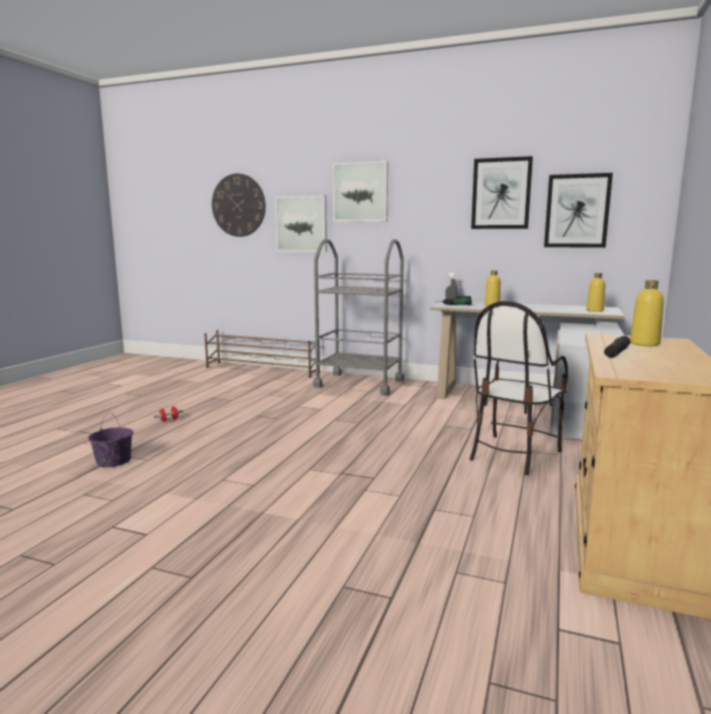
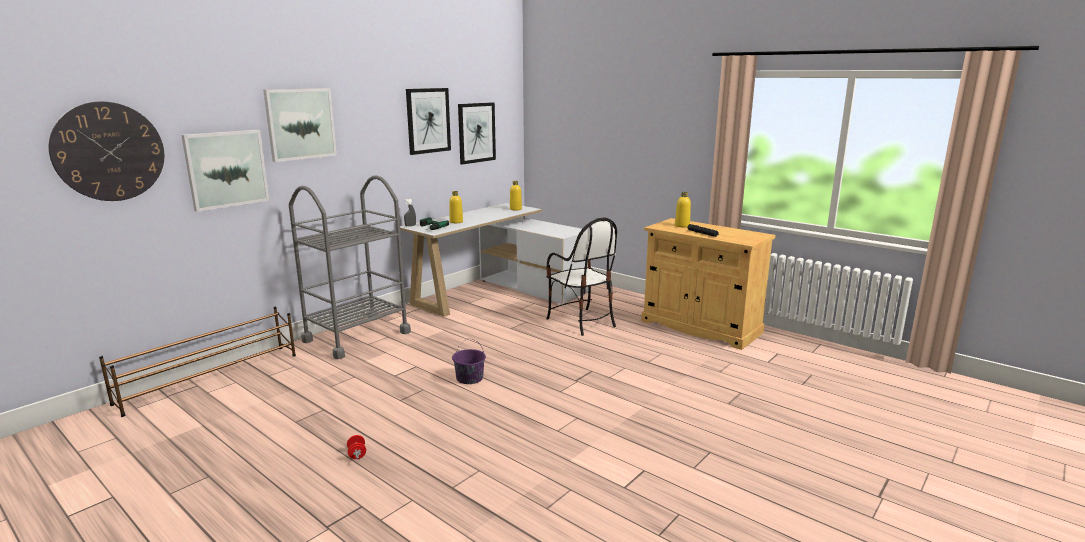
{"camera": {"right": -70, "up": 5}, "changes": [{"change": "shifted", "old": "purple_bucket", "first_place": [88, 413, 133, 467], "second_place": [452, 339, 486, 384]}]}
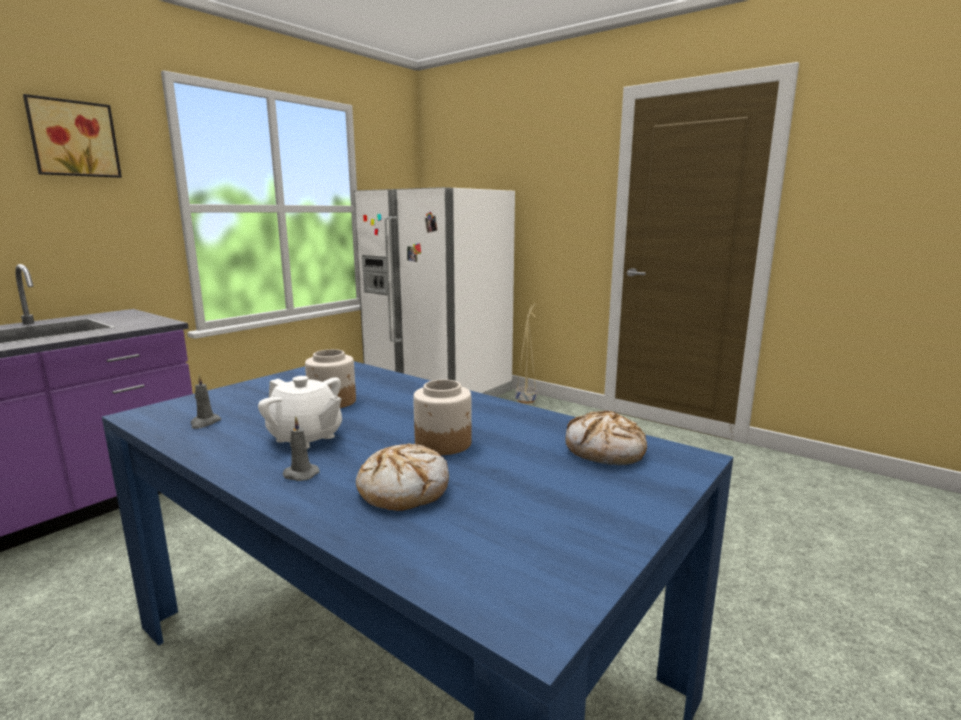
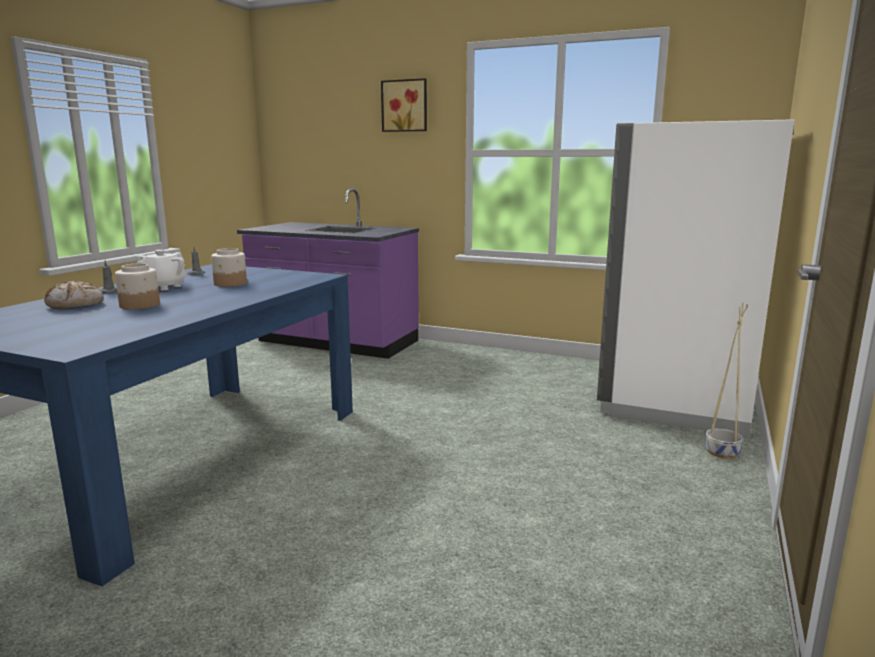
{"camera": {"right": 75, "up": 0}, "changes": [{"change": "gone", "old": "bread", "first_place": [566, 411, 647, 465]}]}
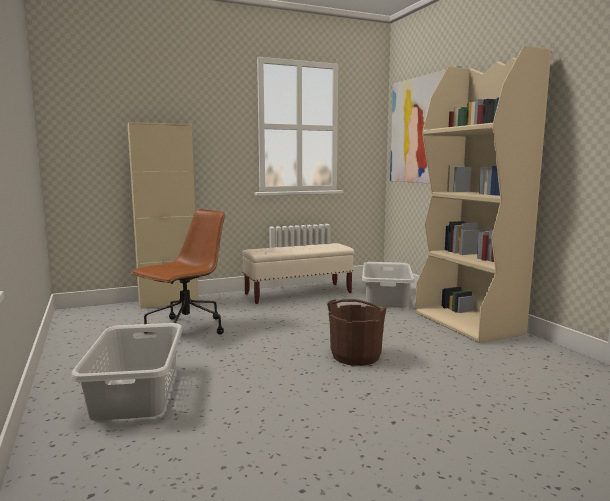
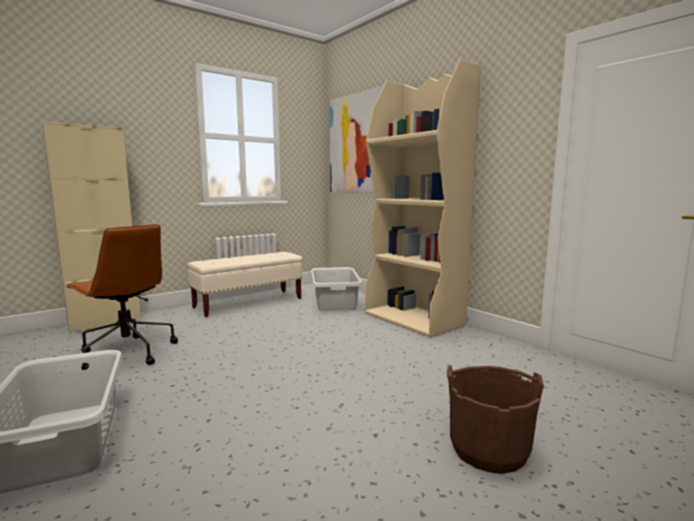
{"camera": {"right": -15, "up": 0}, "changes": [{"change": "rotated", "old": "brown_office_chair", "first_place": [131, 209, 225, 335], "second_place": [65, 224, 178, 370], "degrees": 105}, {"change": "shifted", "old": "brown_bucket", "first_place": [327, 299, 387, 366], "second_place": [447, 365, 544, 474]}]}
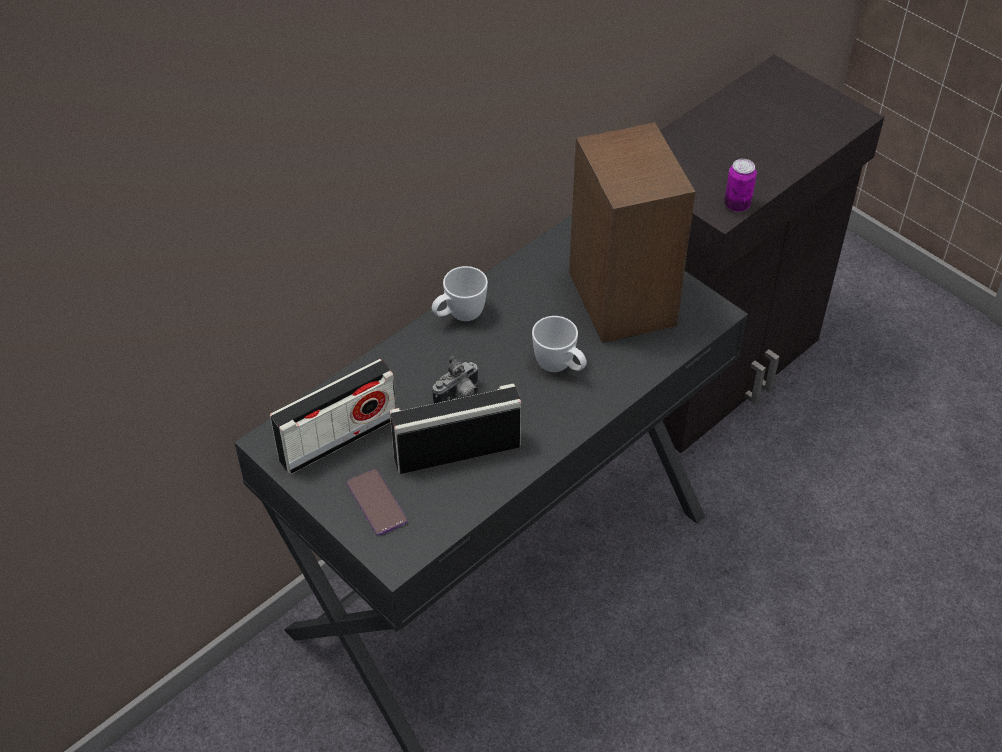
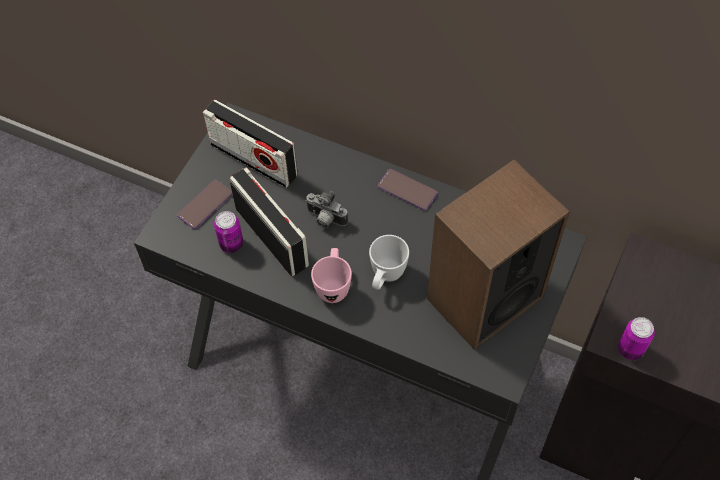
{"camera": {"right": 70, "up": 10}, "changes": [{"change": "swapped", "old": "white_mug", "new": "phone", "first_place": [432, 266, 488, 321], "second_place": [378, 169, 437, 210]}, {"change": "new", "new": "can", "second_place": [214, 211, 243, 253]}, {"change": "new", "new": "pink_mug", "second_place": [311, 248, 352, 303]}]}
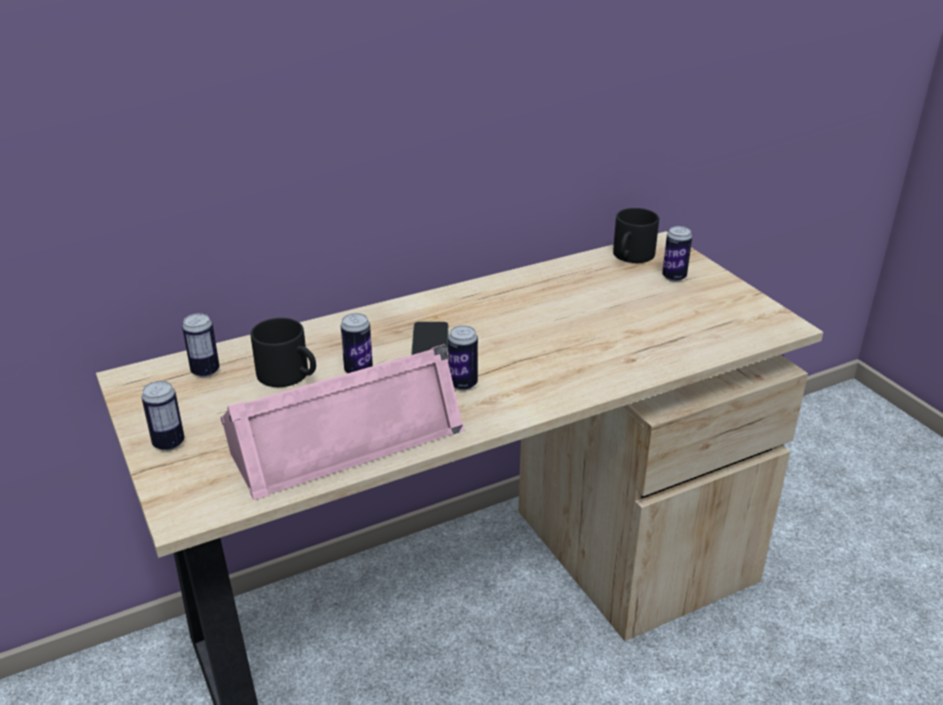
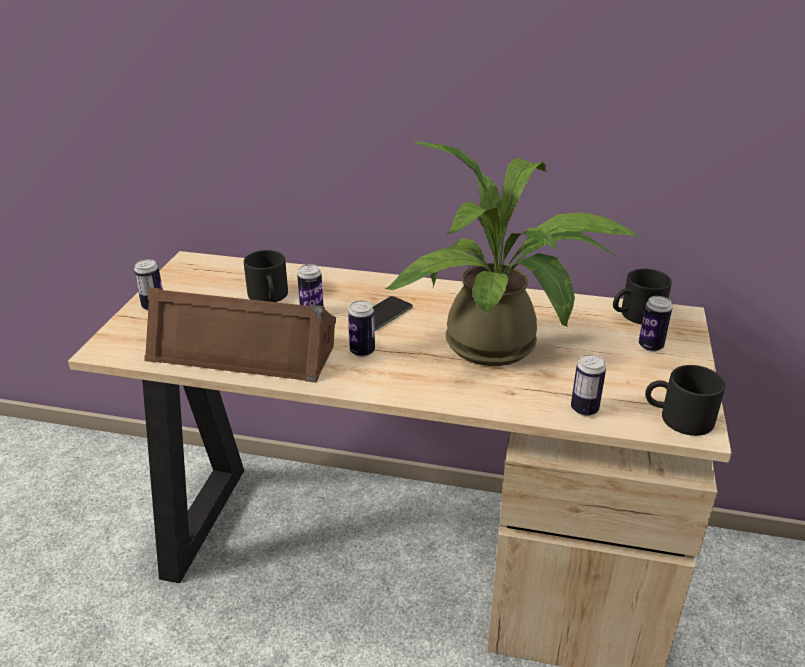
{"camera": {"right": 40, "up": 0}, "changes": [{"change": "shifted", "old": "can", "first_place": [182, 313, 220, 377], "second_place": [571, 354, 606, 416]}, {"change": "repainted", "old": "pink_speaker", "new": "brown_speaker", "first_place": [220, 344, 465, 500], "second_place": [144, 287, 336, 382]}, {"change": "new", "new": "potted_plant", "second_place": [384, 141, 639, 366]}, {"change": "new", "new": "black_mug", "second_place": [645, 365, 725, 436]}]}
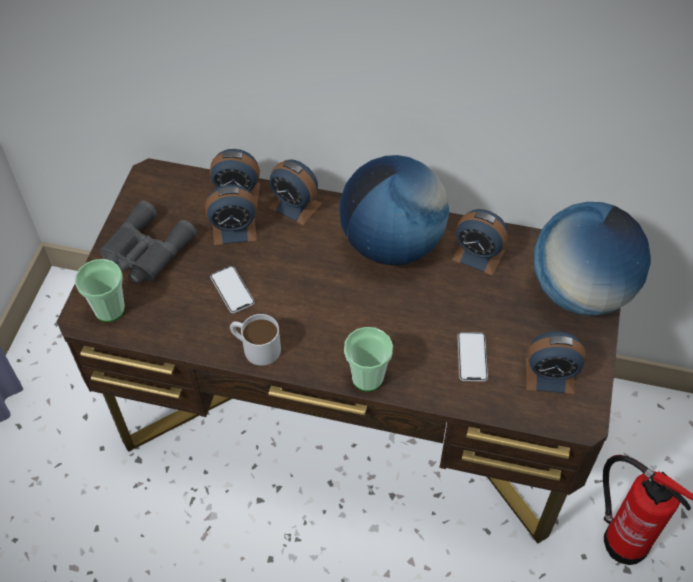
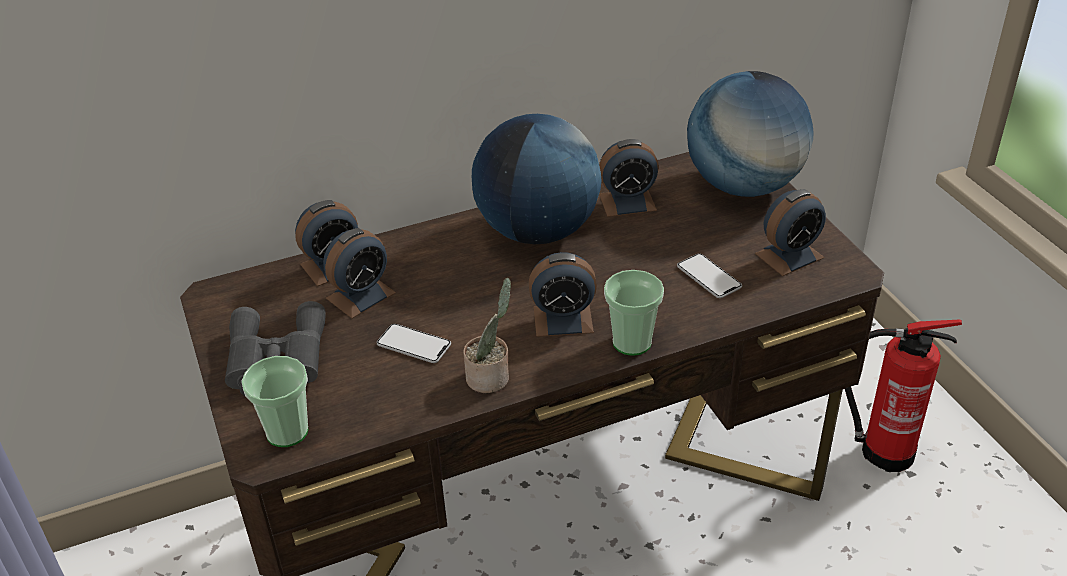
{"camera": {"right": -35, "up": -15}, "changes": [{"change": "shifted", "old": "alarm_clock", "first_place": [269, 159, 322, 226], "second_place": [529, 252, 597, 337]}, {"change": "swapped", "old": "white_mug", "new": "potted_plant", "first_place": [230, 314, 281, 366], "second_place": [463, 278, 511, 393]}]}
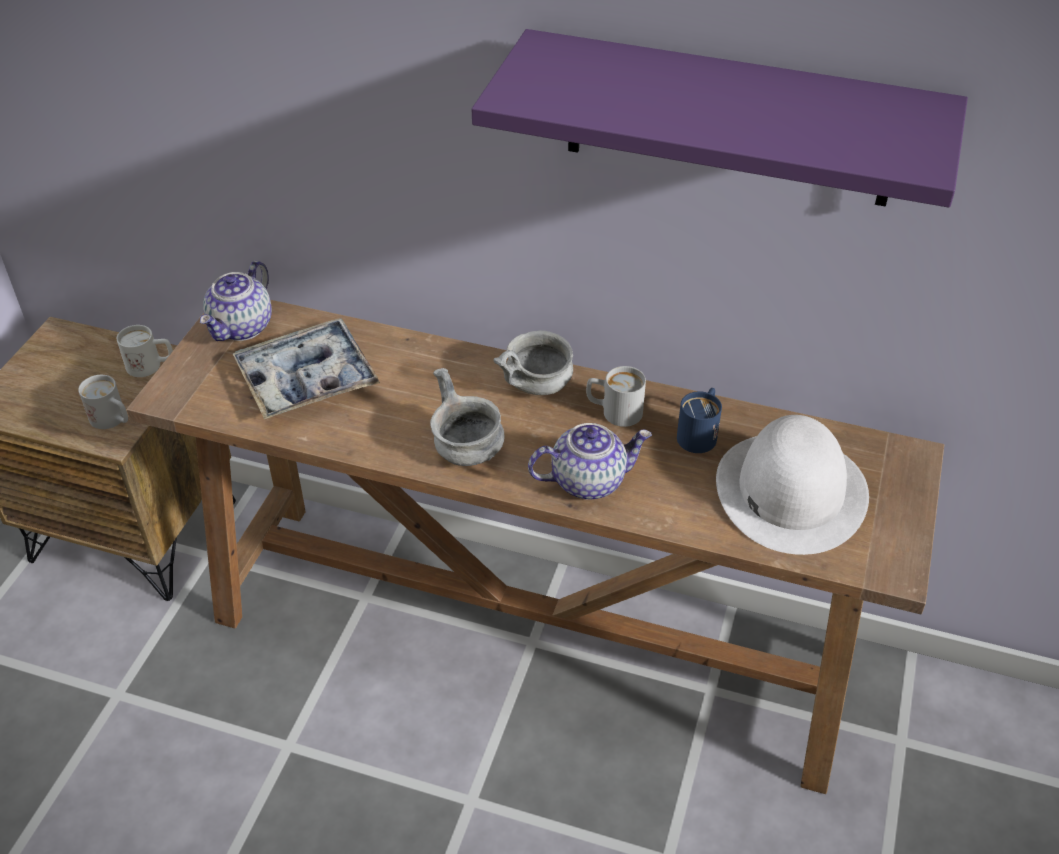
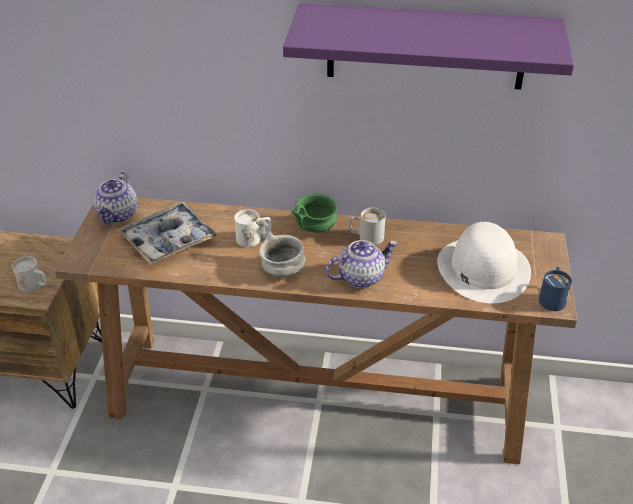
{"camera": {"right": -10, "up": -5}, "changes": [{"change": "shifted", "old": "white_mug", "first_place": [117, 325, 173, 377], "second_place": [234, 209, 271, 247]}, {"change": "repainted", "old": "grey_bowl", "new": "green_bowl", "first_place": [493, 330, 573, 395], "second_place": [291, 193, 337, 233]}, {"change": "shifted", "old": "blue_mug", "first_place": [677, 388, 722, 453], "second_place": [539, 267, 572, 311]}]}
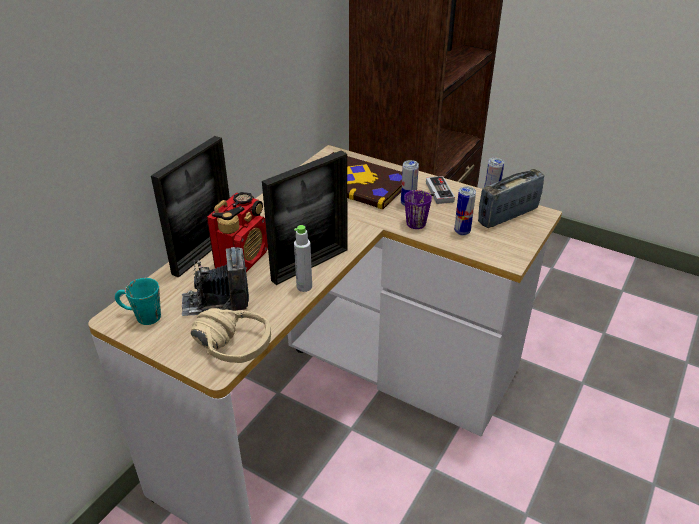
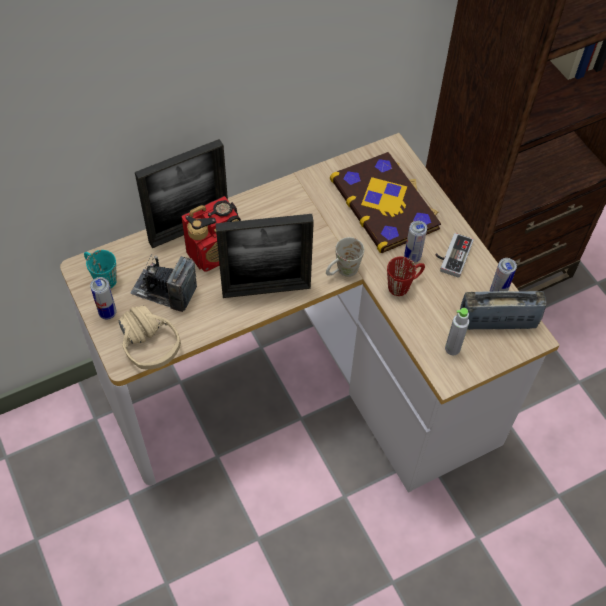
{"camera": {"right": 30, "up": 20}, "changes": [{"change": "shifted", "old": "can", "first_place": [454, 186, 476, 236], "second_place": [90, 277, 116, 320]}, {"change": "repainted", "old": "purple_mug", "new": "red_mug", "first_place": [404, 190, 432, 229], "second_place": [387, 257, 425, 296]}, {"change": "shifted", "old": "grey_bottle", "first_place": [294, 225, 312, 292], "second_place": [445, 308, 469, 356]}, {"change": "new", "new": "white_mug", "second_place": [326, 237, 364, 277]}]}
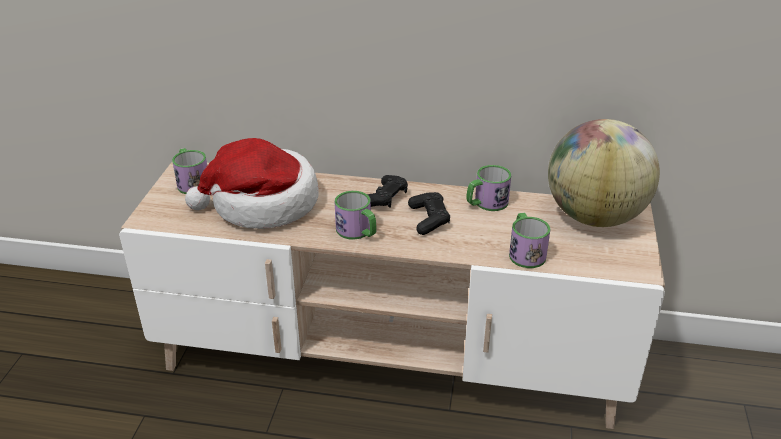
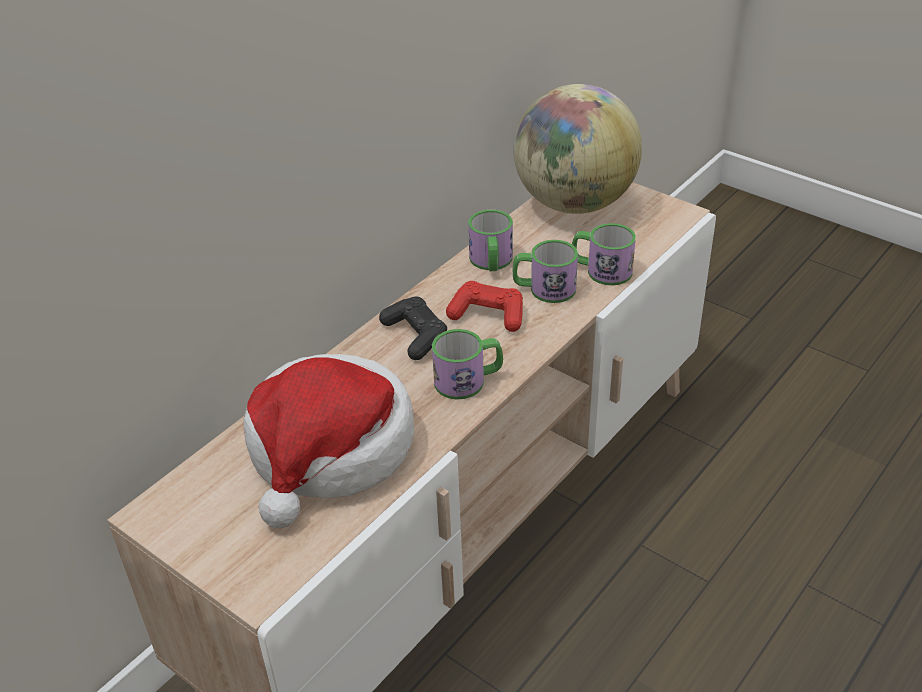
{"camera": {"right": -60, "up": 5}, "changes": [{"change": "shifted", "old": "mug", "first_place": [172, 148, 207, 194], "second_place": [513, 240, 578, 303]}, {"change": "repainted", "old": "black_game_controller", "new": "red_game_controller", "first_place": [408, 192, 450, 235], "second_place": [446, 281, 523, 332]}]}
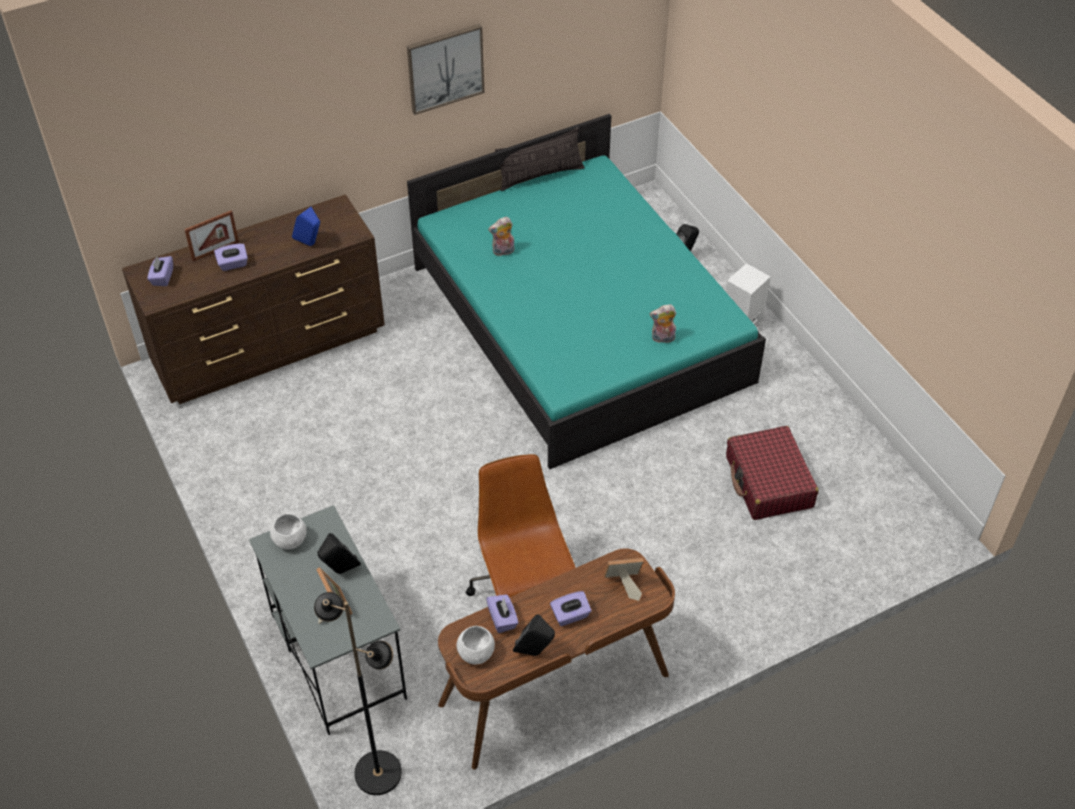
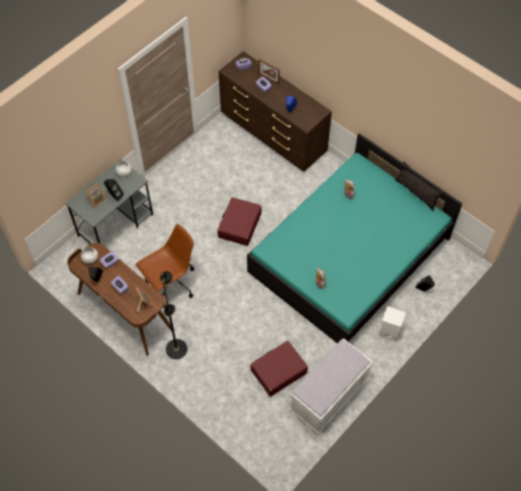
{"camera": {"right": 70, "up": 10}, "changes": [{"change": "gone", "old": "picture", "first_place": [407, 24, 484, 115]}, {"change": "shifted", "old": "black_floor_lamp", "first_place": [314, 592, 402, 795], "second_place": [160, 271, 187, 359]}, {"change": "new", "new": "red_suitcase", "second_place": [217, 197, 262, 246]}, {"change": "new", "new": "white_bench", "second_place": [290, 338, 373, 434]}]}
